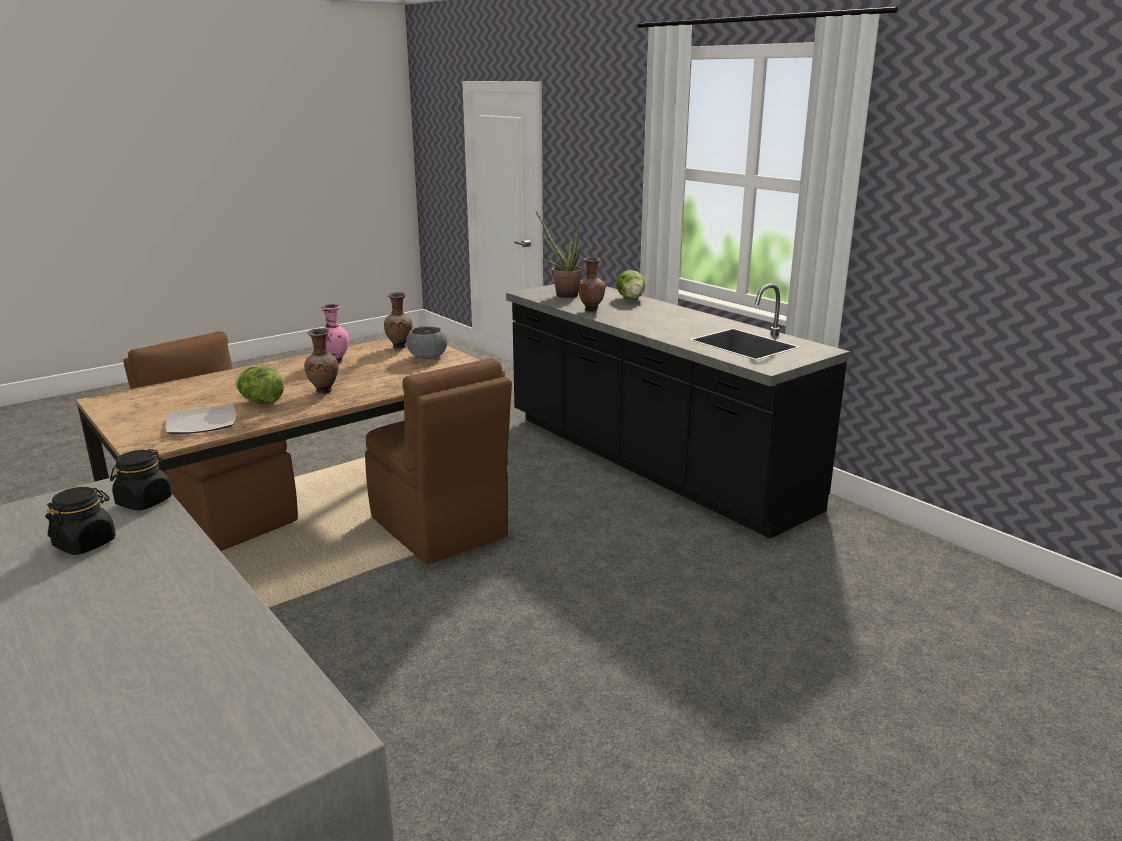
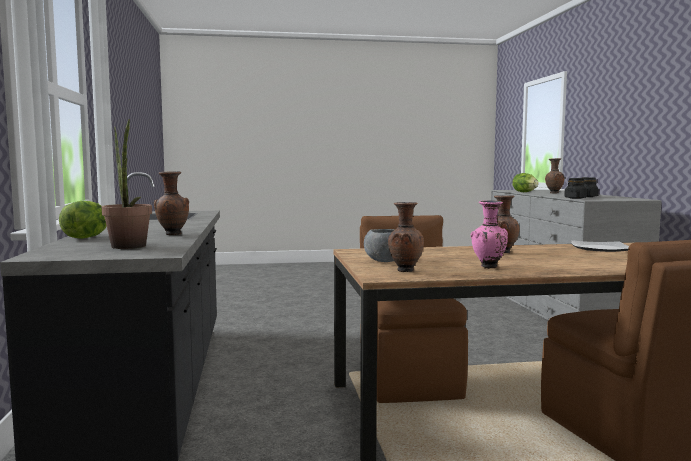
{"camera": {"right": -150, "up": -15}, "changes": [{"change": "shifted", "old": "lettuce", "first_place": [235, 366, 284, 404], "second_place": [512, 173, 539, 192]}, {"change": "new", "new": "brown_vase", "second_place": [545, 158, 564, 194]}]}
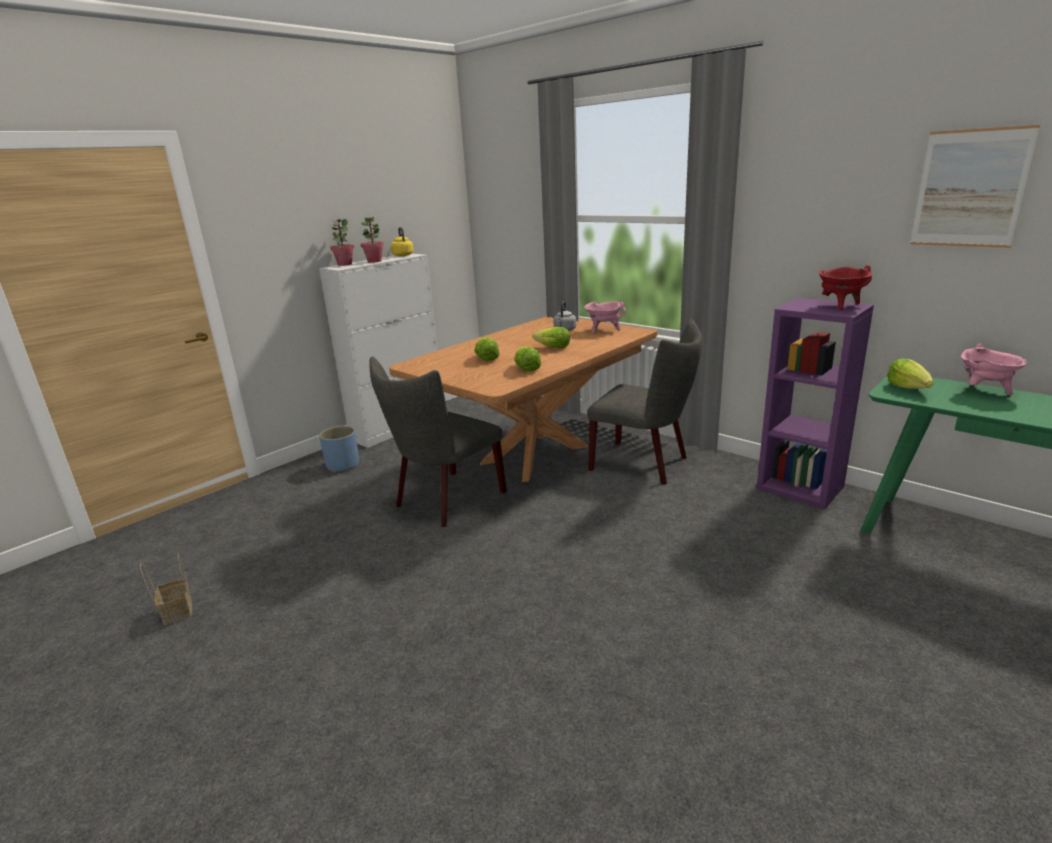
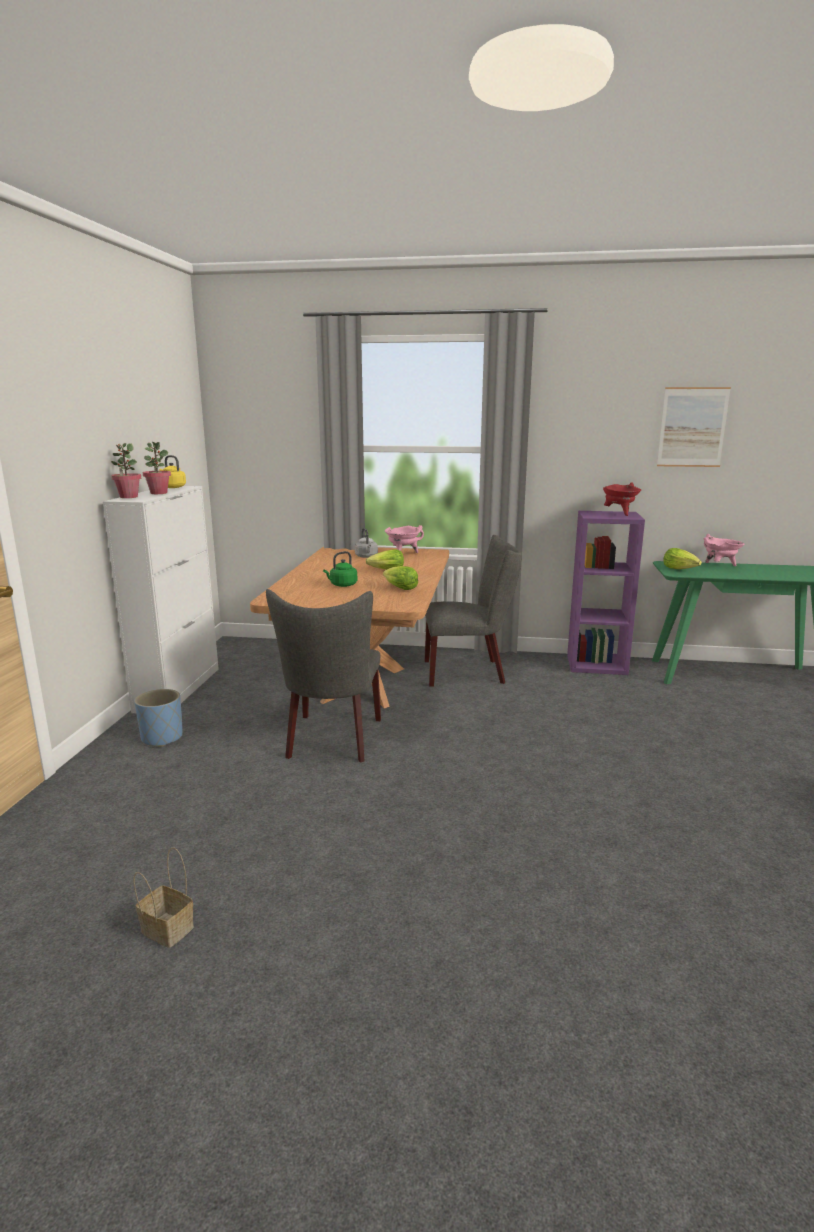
{"camera": {"right": -35, "up": -5}, "changes": [{"change": "swapped", "old": "lettuce", "new": "green_kettle", "first_place": [475, 337, 500, 361], "second_place": [323, 551, 357, 587]}]}
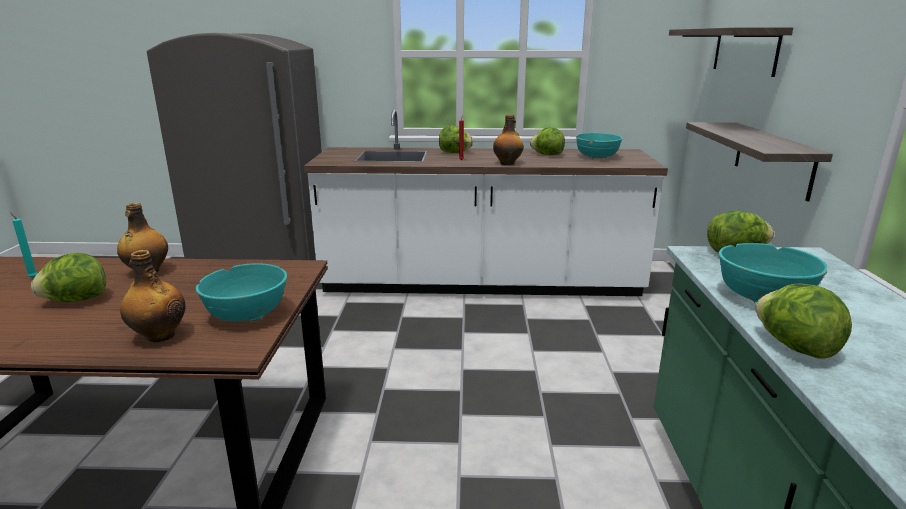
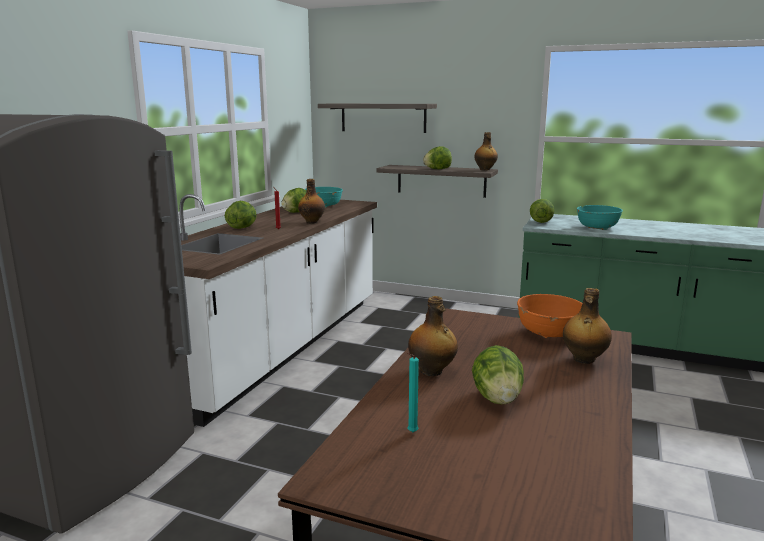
{"camera": {"right": -70, "up": -5}, "changes": [{"change": "repainted", "old": "turquoise_bowl", "new": "orange_bowl", "first_place": [196, 263, 287, 321], "second_place": [517, 294, 582, 338]}, {"change": "shifted", "old": "lettuce", "first_place": [755, 283, 852, 359], "second_place": [423, 146, 452, 169]}, {"change": "new", "new": "bottle", "second_place": [474, 132, 498, 170]}]}
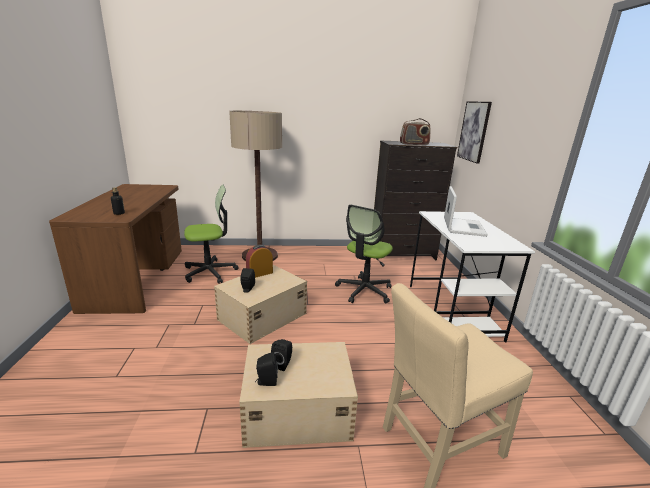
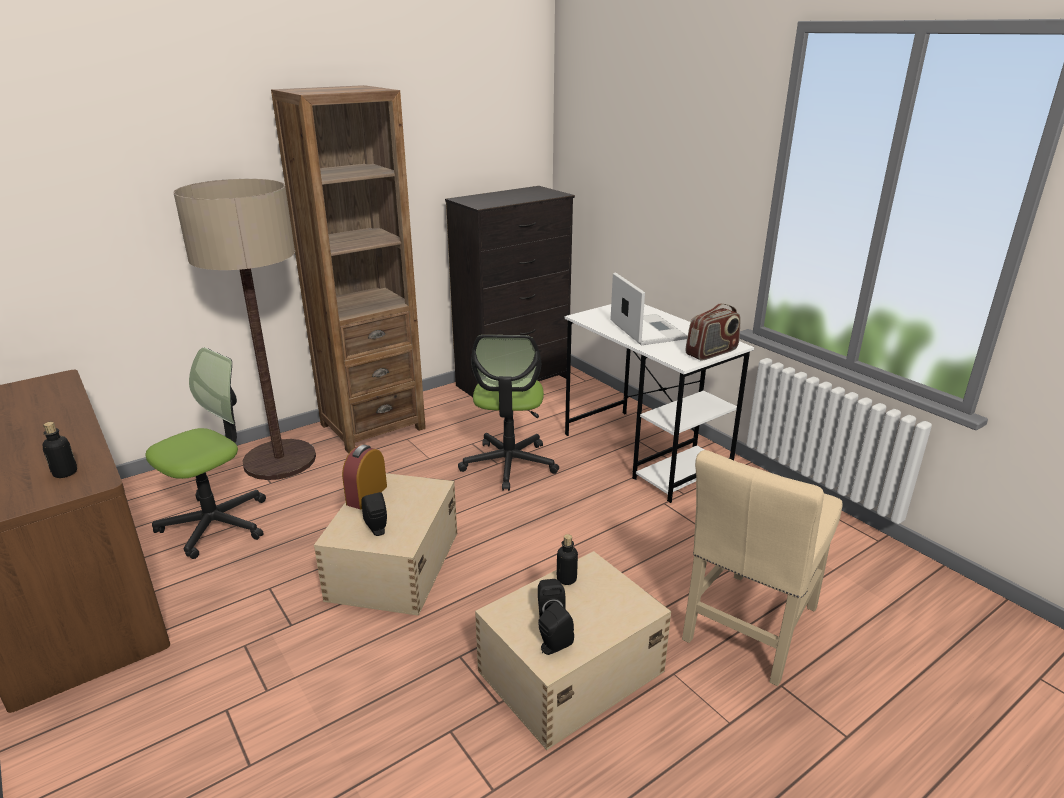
{"camera": {"right": -30, "up": 5}, "changes": [{"change": "gone", "old": "picture", "first_place": [457, 101, 492, 164]}, {"change": "shifted", "old": "radio", "first_place": [400, 118, 431, 145], "second_place": [686, 304, 741, 360]}, {"change": "new", "new": "brown_bookcase", "second_place": [271, 85, 426, 454]}, {"change": "new", "new": "bottle", "second_place": [557, 534, 578, 585]}]}
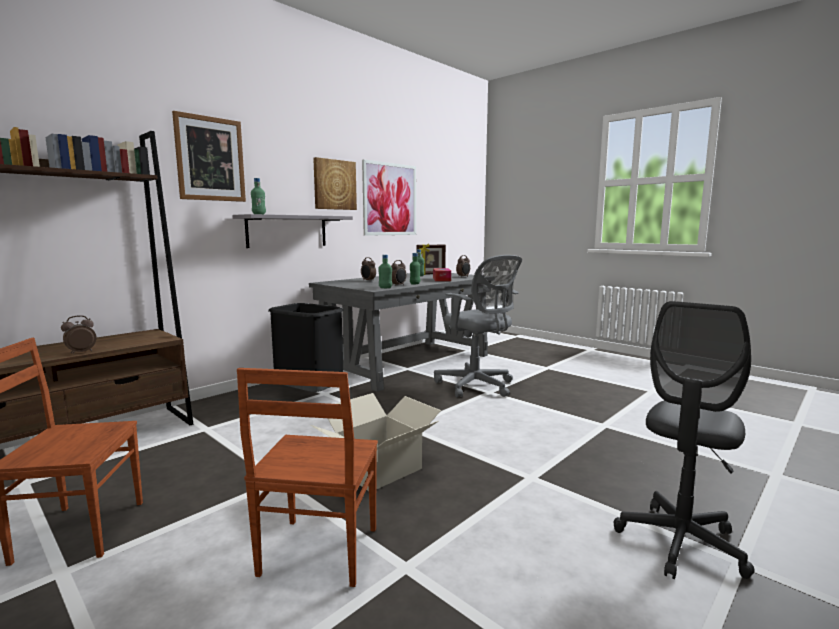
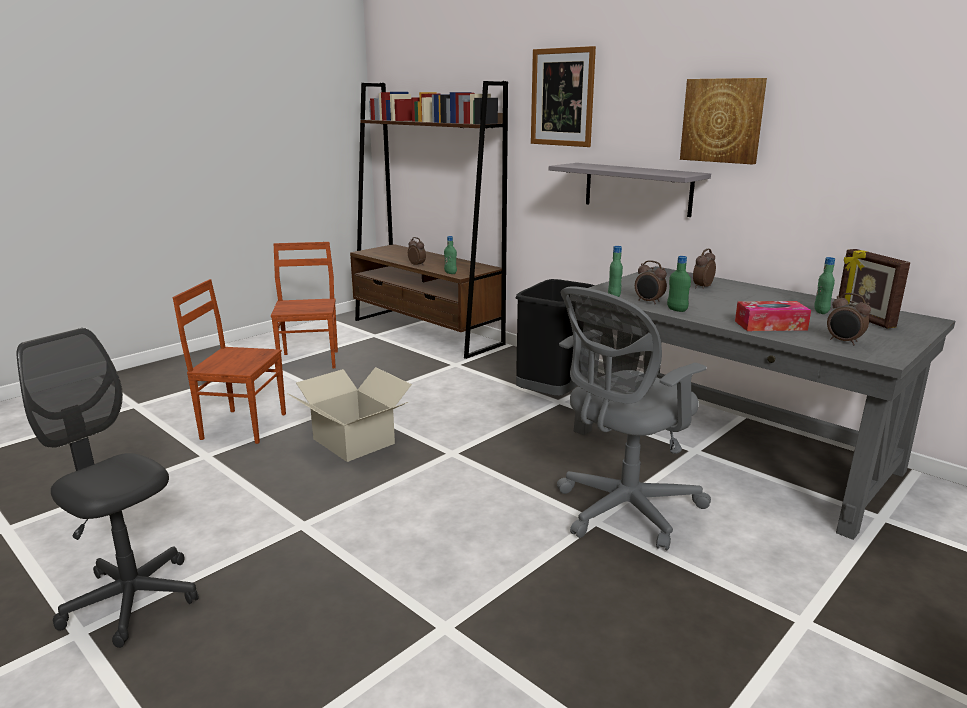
{"camera": {"right": 90, "up": 10}, "changes": [{"change": "gone", "old": "picture", "first_place": [362, 159, 416, 236]}, {"change": "shifted", "old": "green_bottle", "first_place": [251, 178, 266, 214], "second_place": [444, 236, 457, 274]}]}
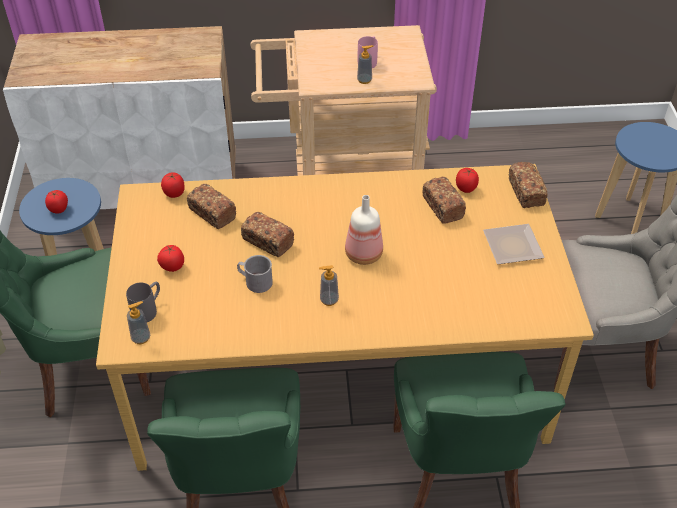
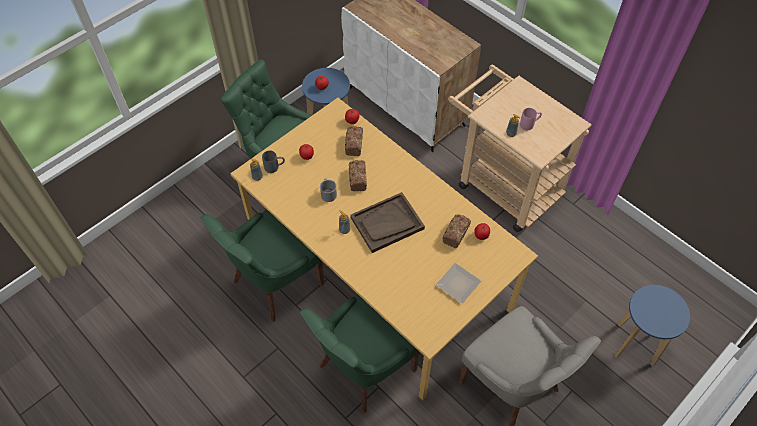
{"camera": {"right": 50, "up": 10}, "changes": [{"change": "gone", "old": "bread", "first_place": [508, 162, 548, 208]}, {"change": "swapped", "old": "bottle", "new": "brown_tray", "first_place": [345, 195, 383, 265], "second_place": [350, 192, 425, 253]}]}
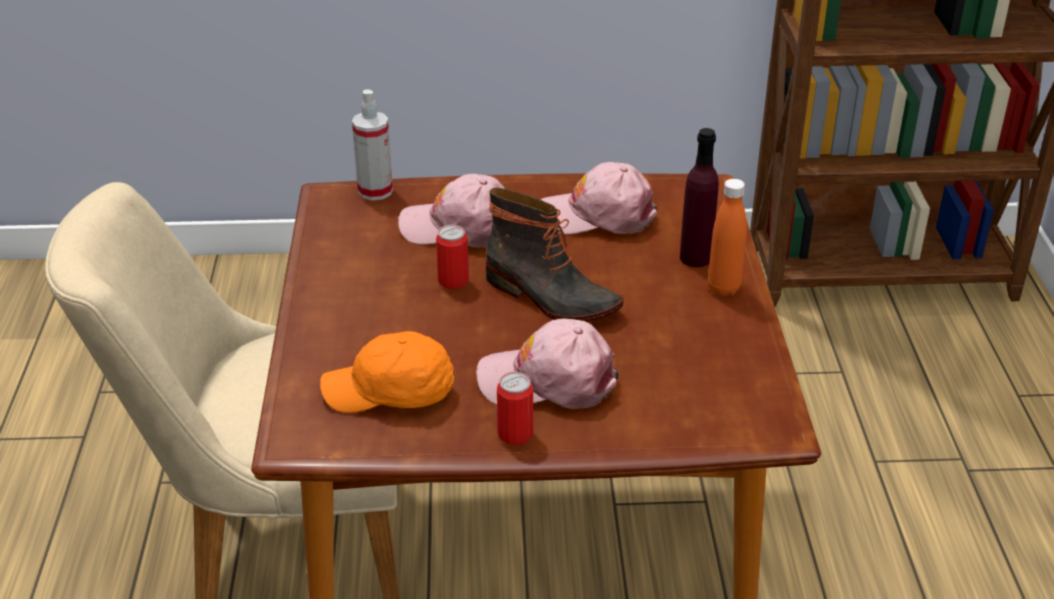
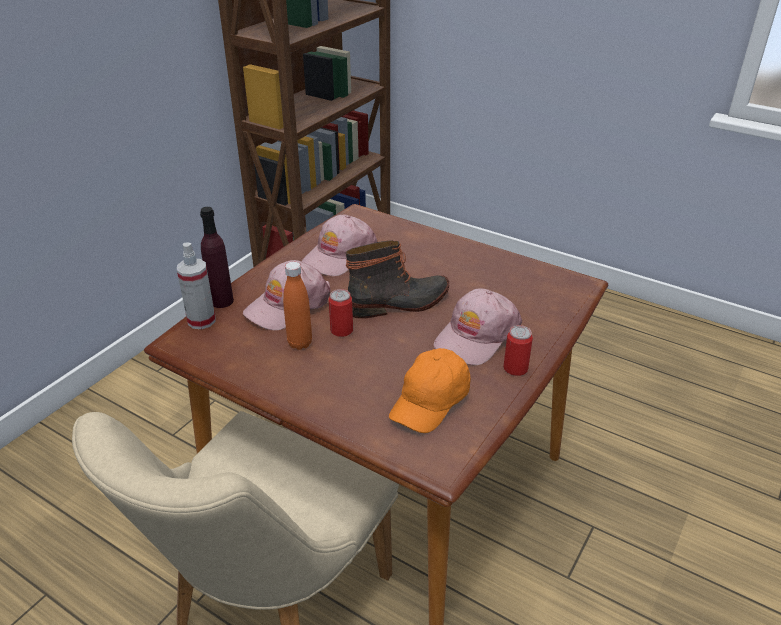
{"camera": {"right": -55, "up": 0}, "changes": [{"change": "shifted", "old": "purple_bottle", "first_place": [680, 128, 719, 267], "second_place": [200, 207, 234, 308]}, {"change": "shifted", "old": "orange_bottle", "first_place": [708, 179, 747, 296], "second_place": [283, 262, 312, 350]}]}
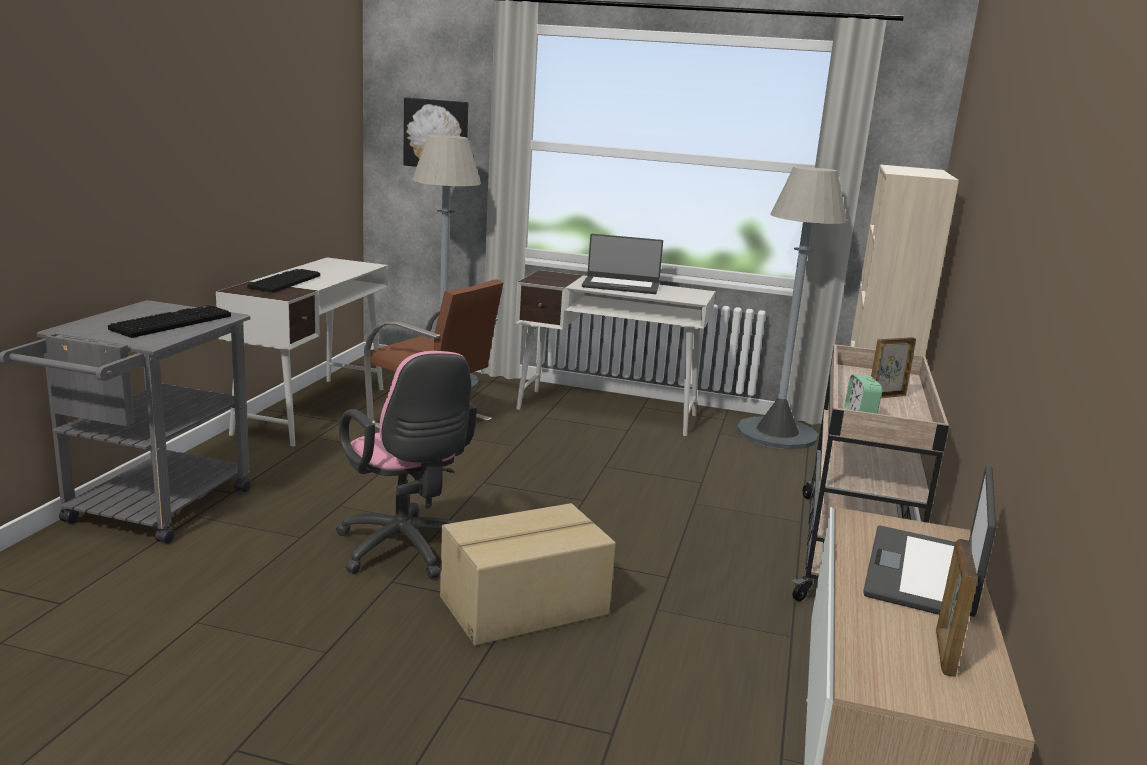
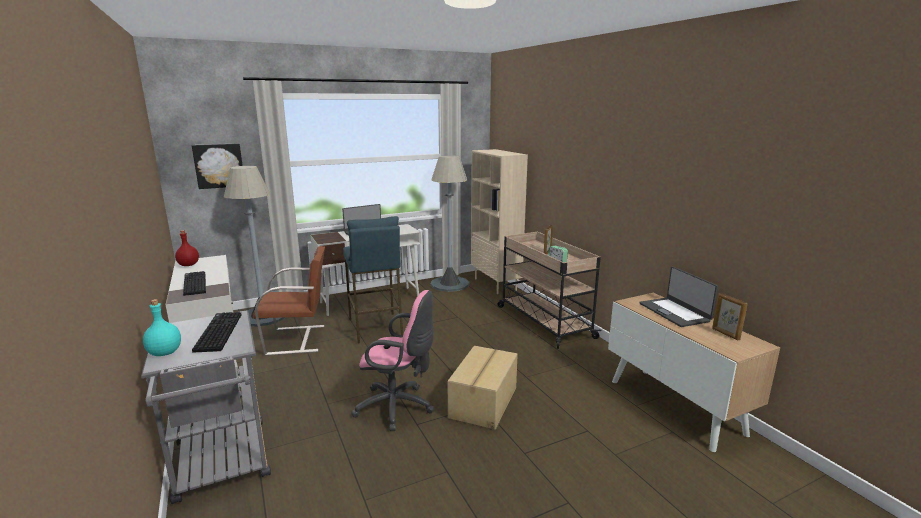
{"camera": {"right": -40, "up": 0}, "changes": [{"change": "new", "new": "blue_stool", "second_place": [343, 216, 403, 344]}, {"change": "new", "new": "red_bottle", "second_place": [175, 230, 199, 266]}, {"change": "new", "new": "turquoise_bottle", "second_place": [143, 299, 181, 356]}]}
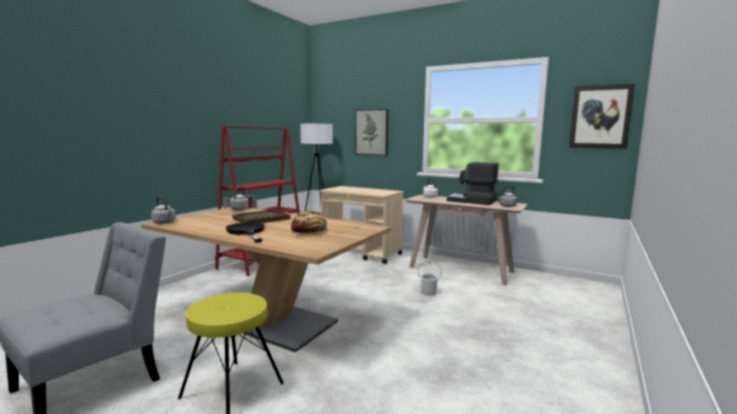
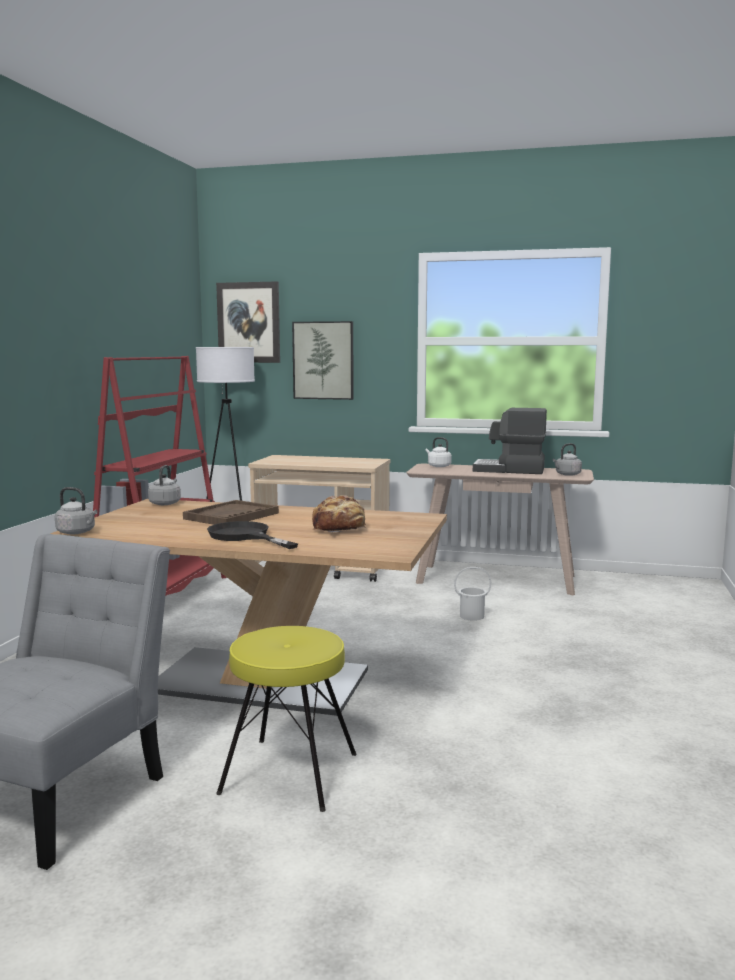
{"camera": {"right": -15, "up": 0}, "changes": [{"change": "shifted", "old": "picture", "first_place": [569, 83, 635, 149], "second_place": [216, 281, 280, 363]}]}
